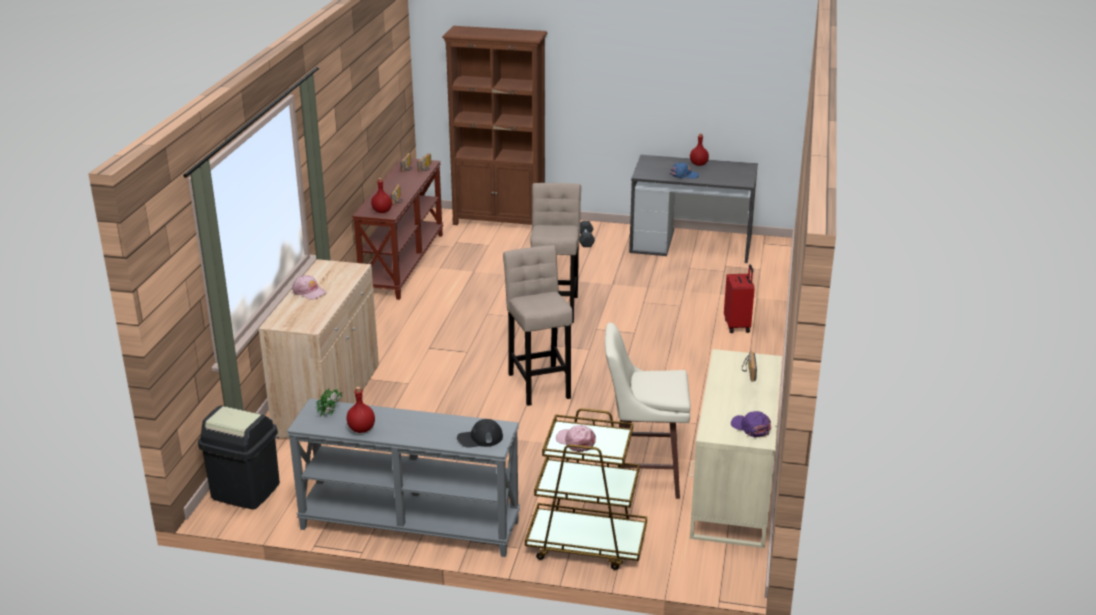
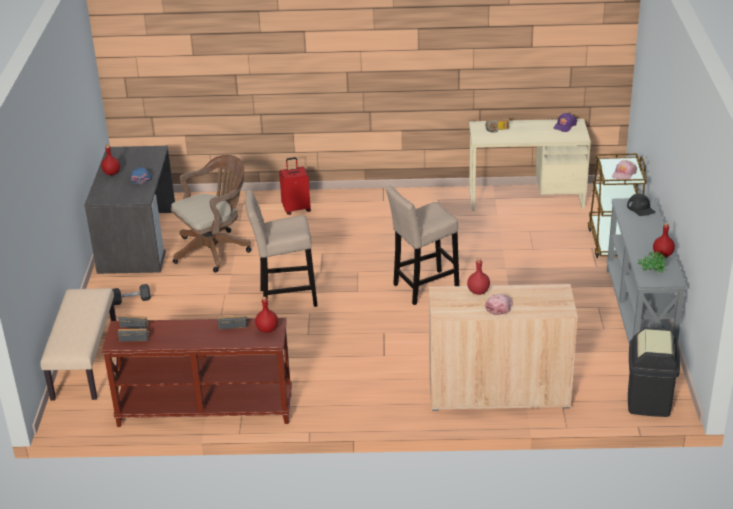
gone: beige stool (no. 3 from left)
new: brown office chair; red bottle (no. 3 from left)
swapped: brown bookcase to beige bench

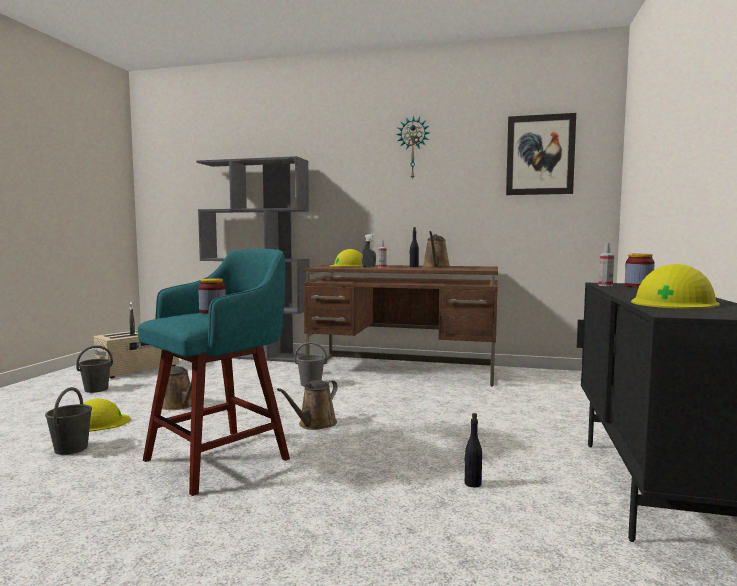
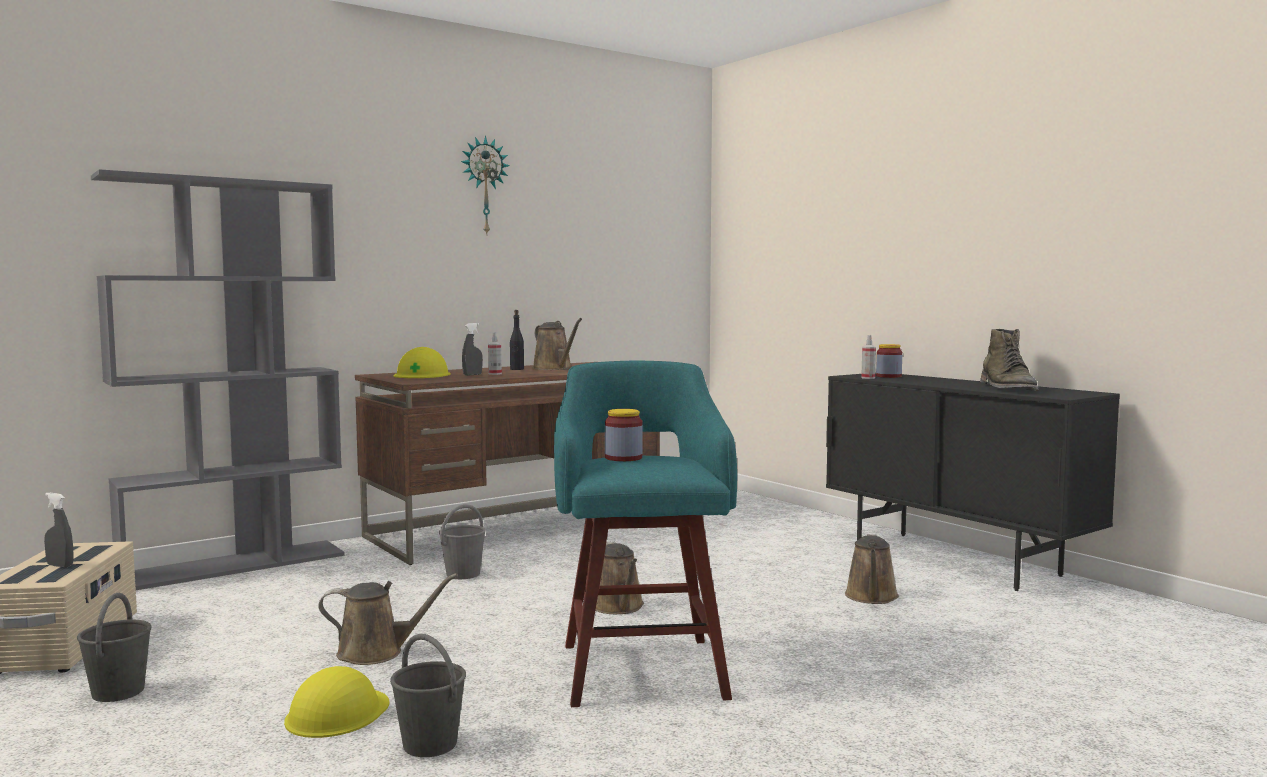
gone: picture
swapped: black bottle (no. 2 from left) to brown watering can (no. 4 from left); yellow hard hat (no. 3 from left) to green boot

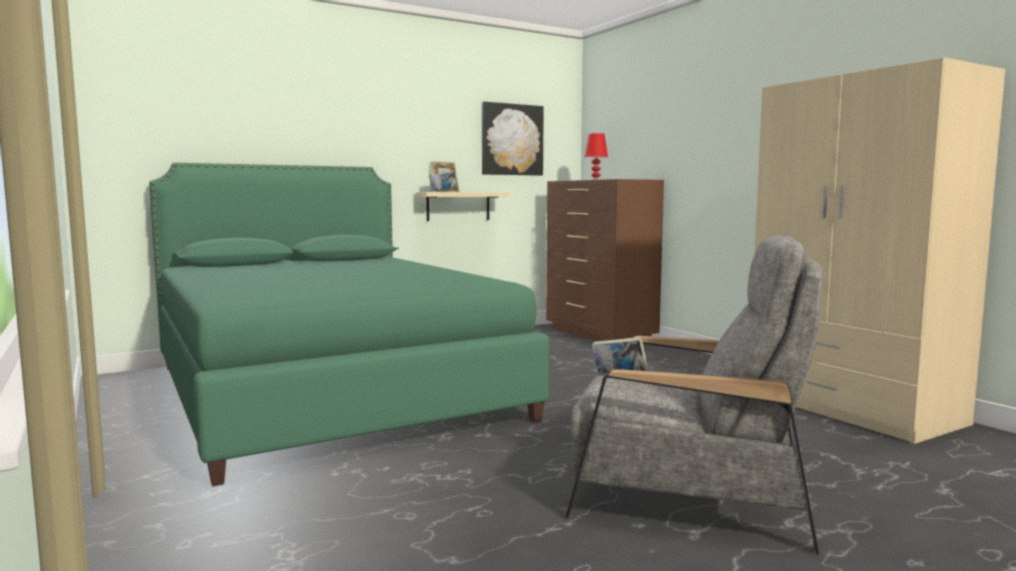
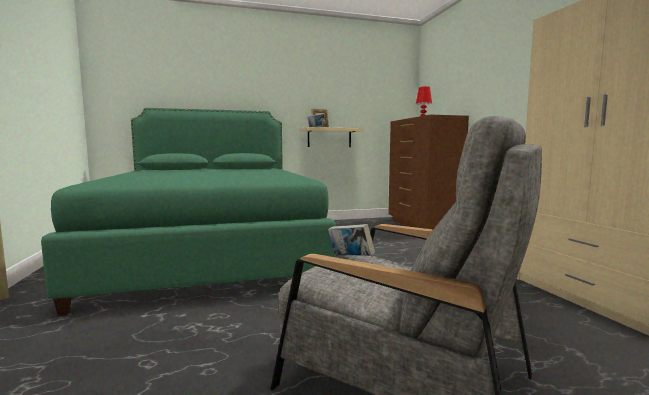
gone: picture

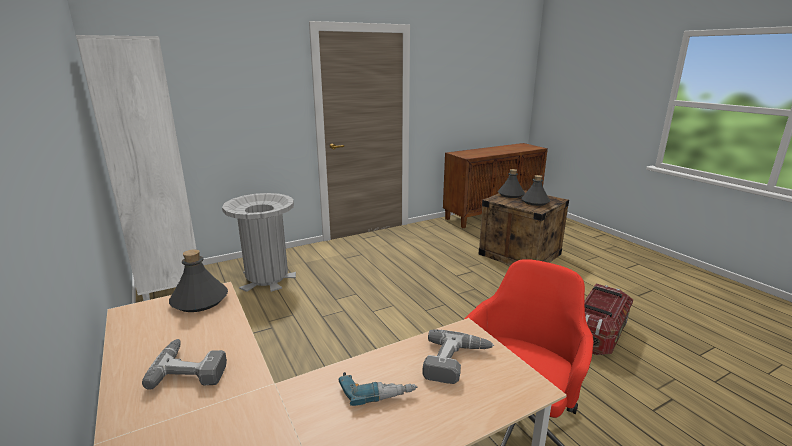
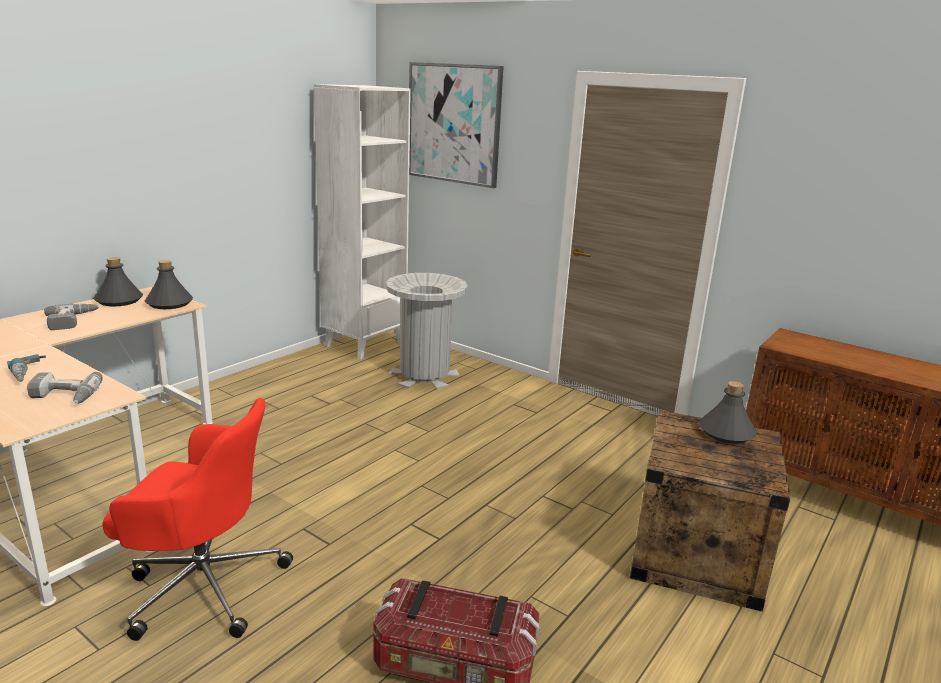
new: picture
shifted: grey bottle (no. 3 from left in the first image) to grey bottle (no. 1 from left)

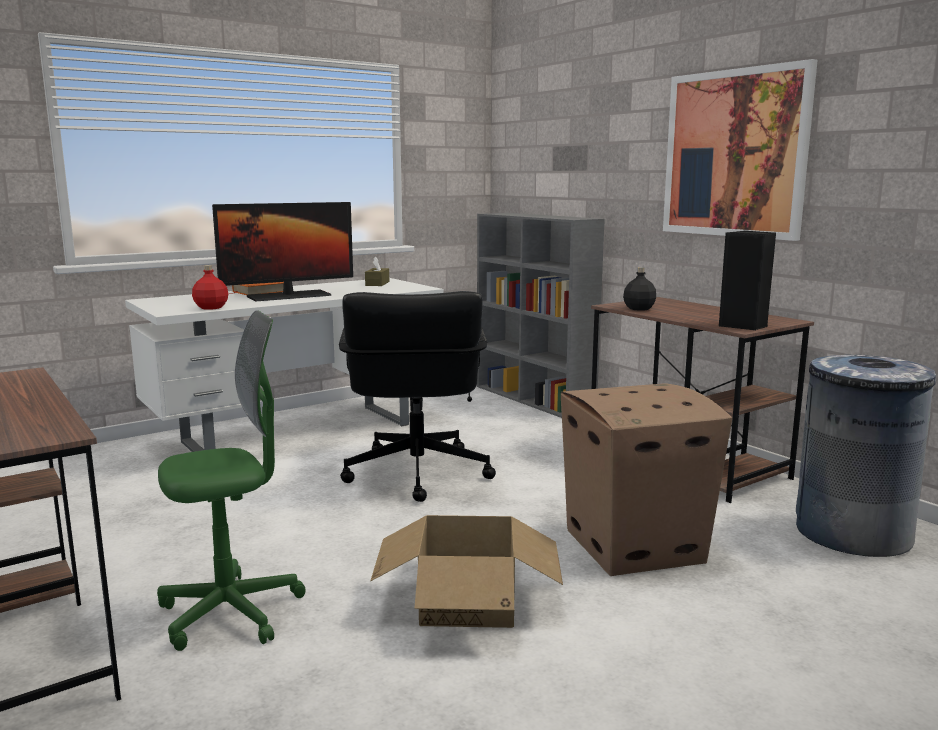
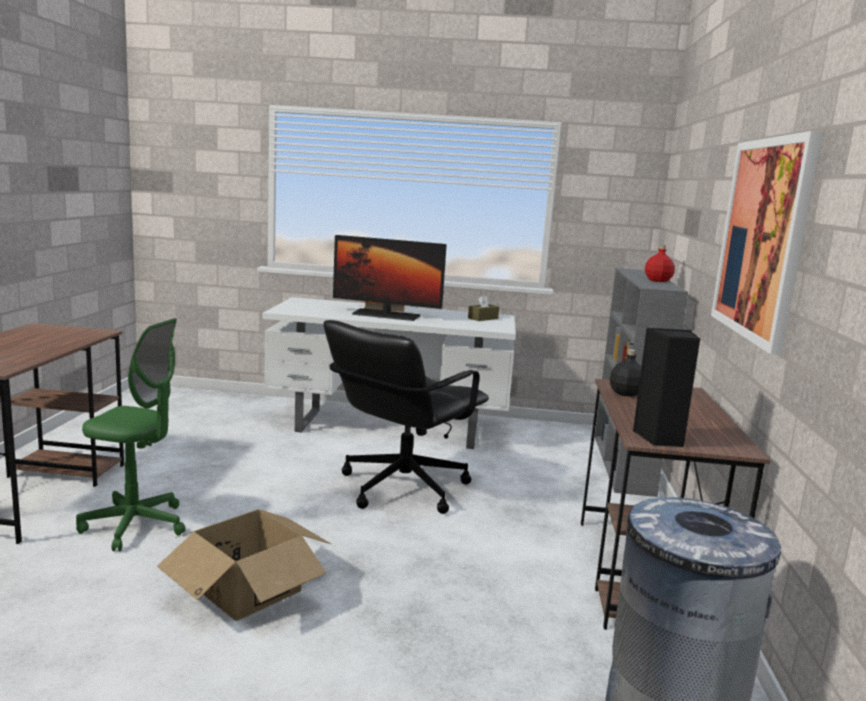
gone: cardboard box (no. 2 from left)
shifted: red bottle

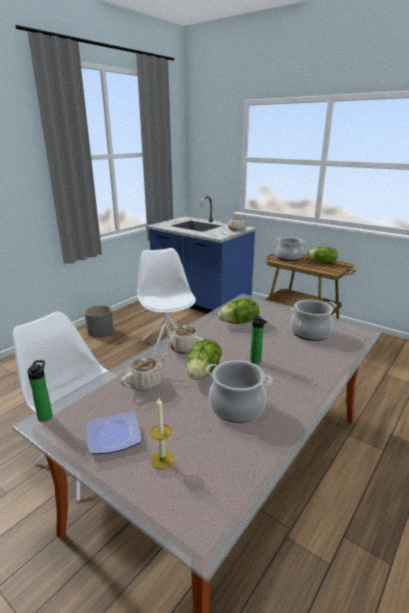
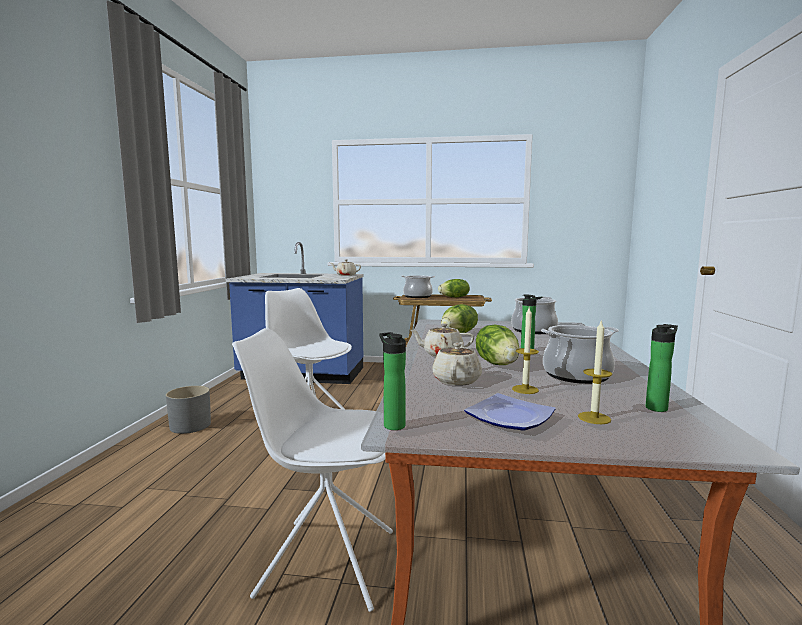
new: candle (no. 1 from left); bottle (no. 3 from left)

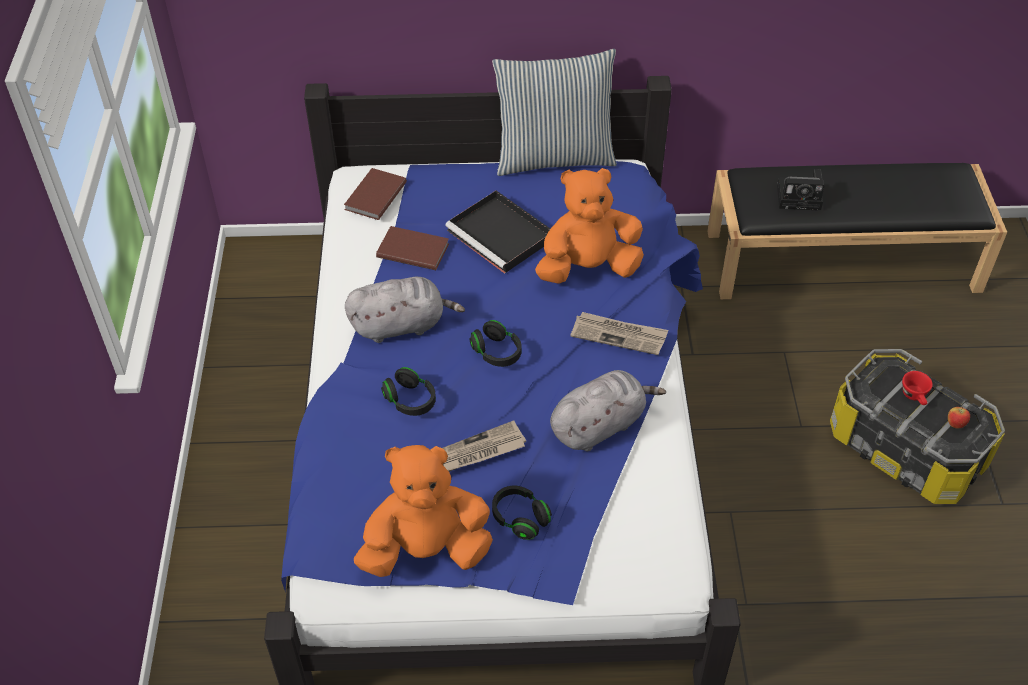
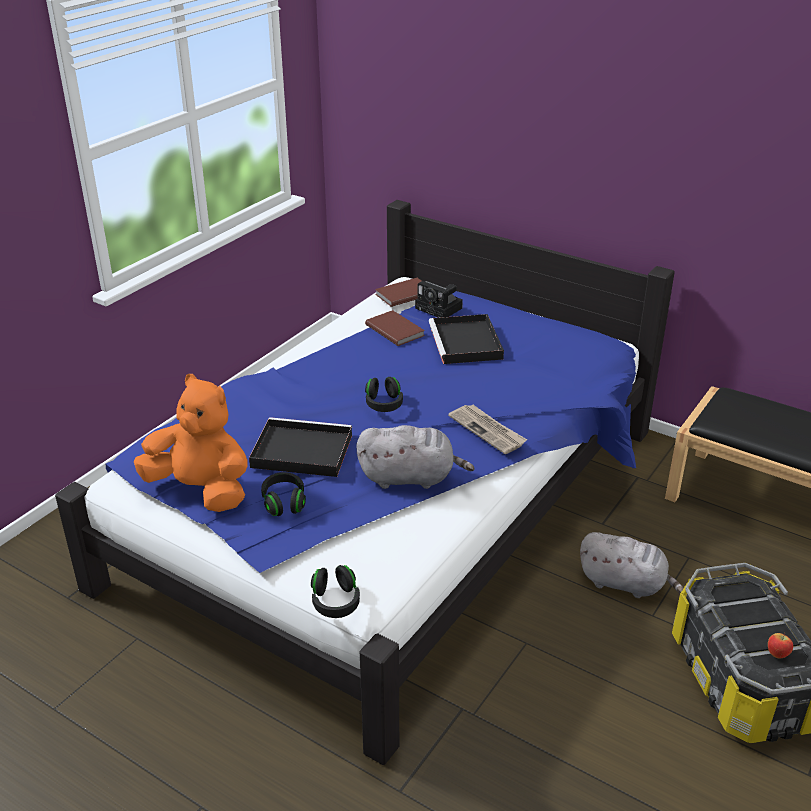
gone: pillow; orange plush toy (no. 2 from left); red cup
shifted: grey plush toy (no. 1 from left in the first image) to grey plush toy (no. 2 from left); black headphones (no. 1 from left in the first image) to black headphones (no. 2 from left); photo camera
swapped: newspaper (no. 1 from left) to black tray (no. 1 from left)

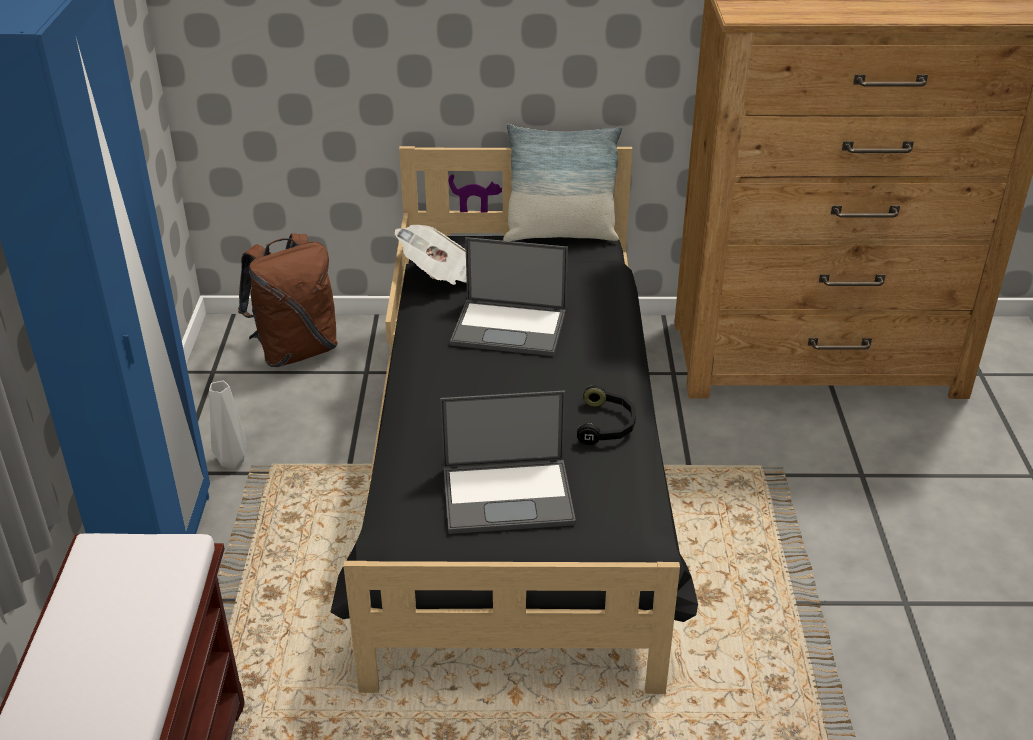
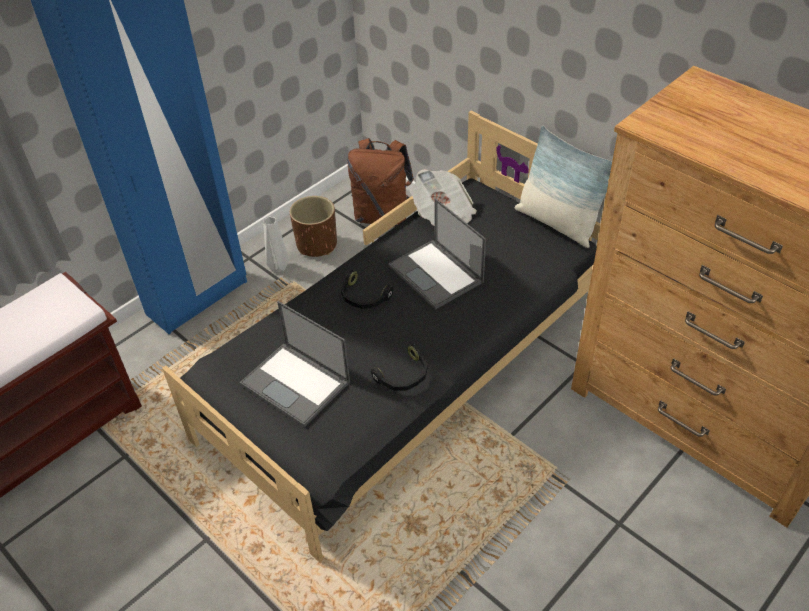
new: brown planter; black headphones (no. 1 from left)

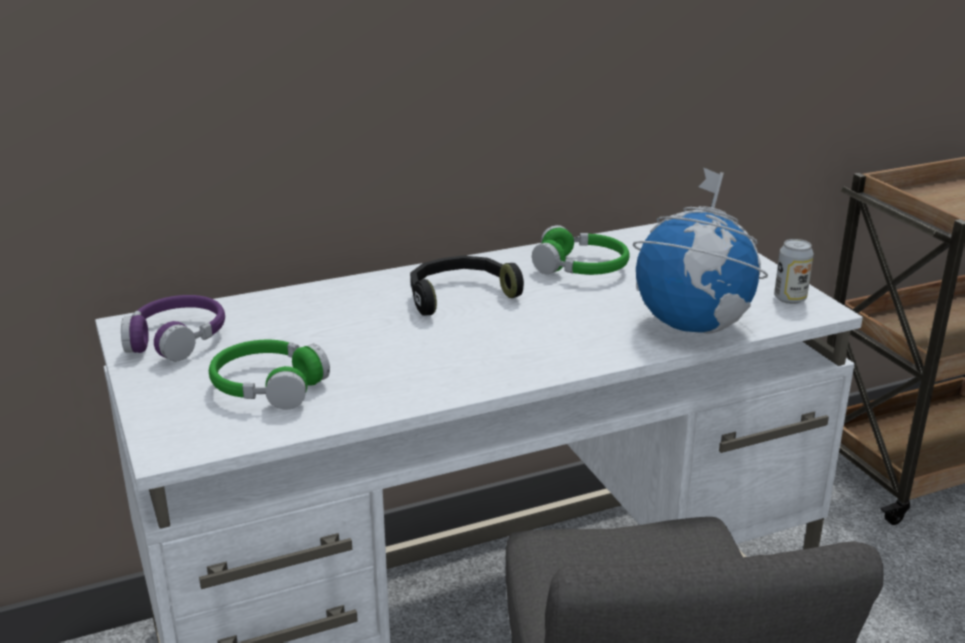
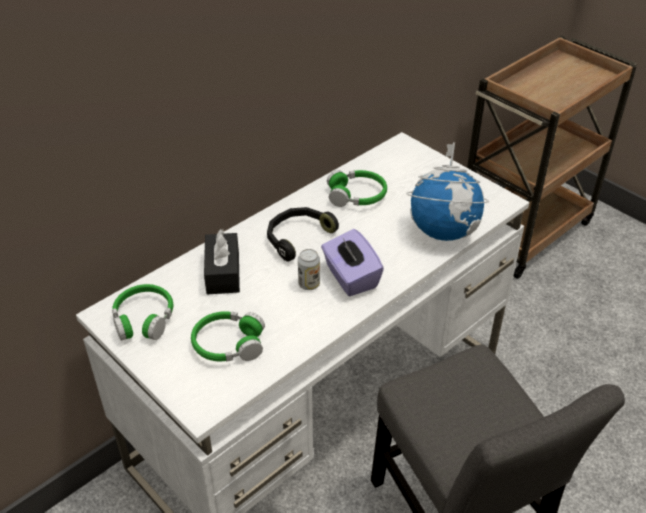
new: black tissue box; purple tissue box
shifted: can
repainted: purple headphones to green headphones (no. 1 from left)

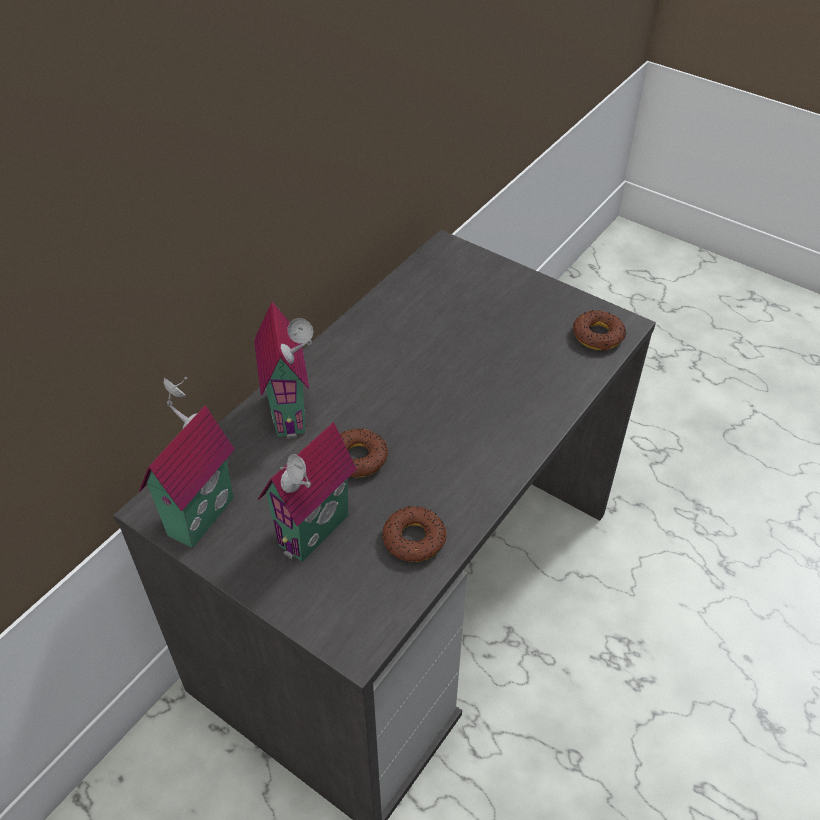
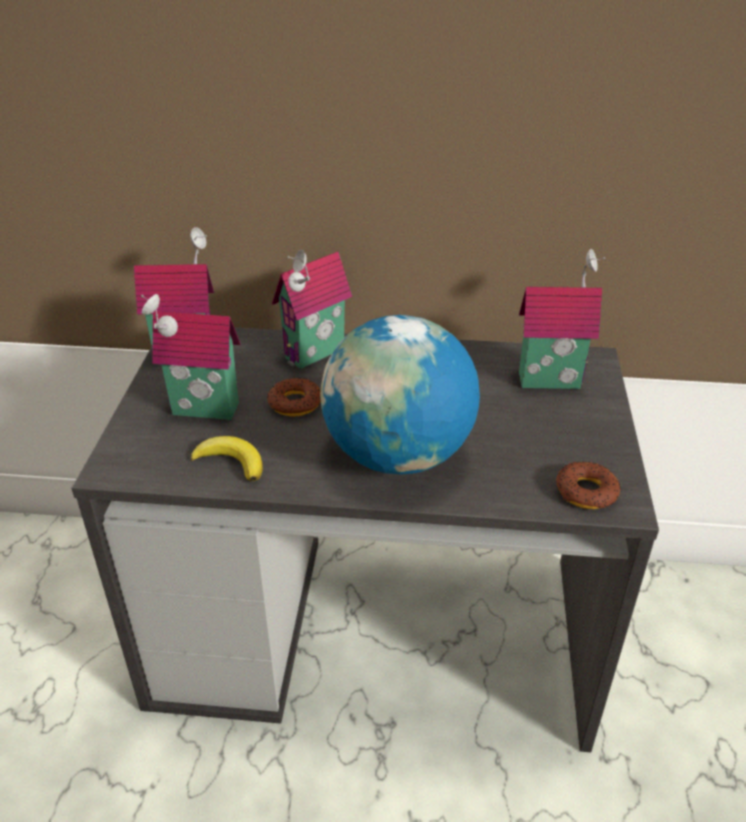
new: globe; toy house (no. 4 from left)
swapped: donut (no. 2 from left) to banana

